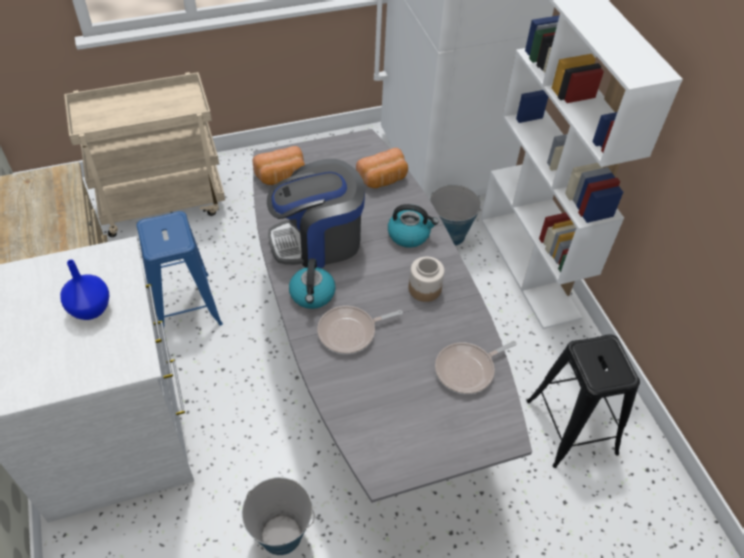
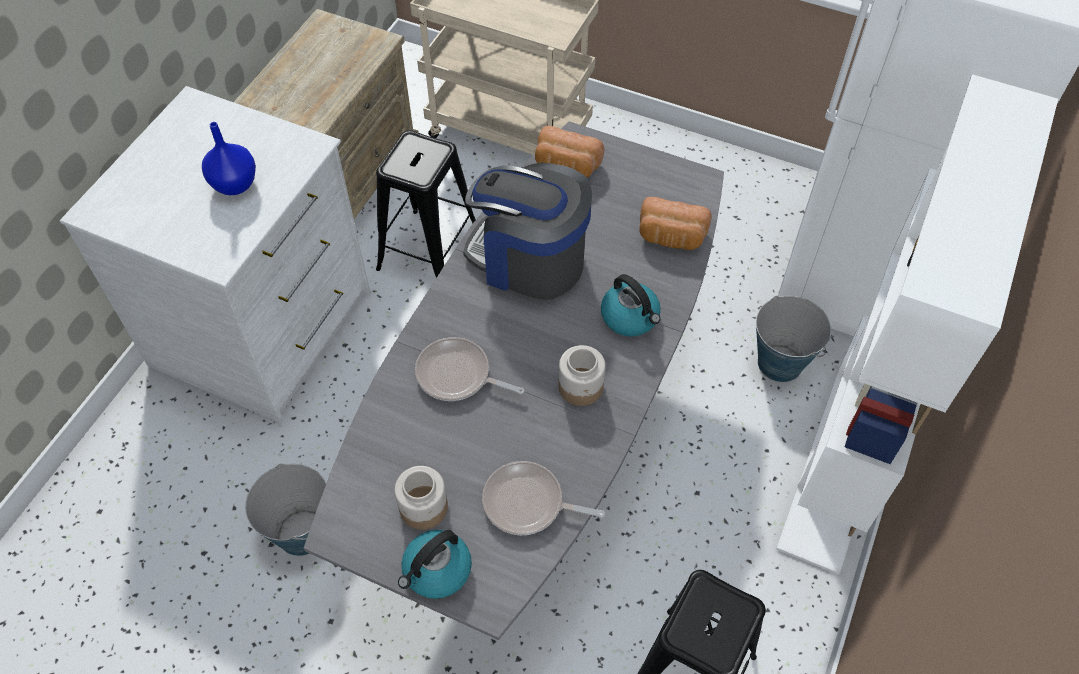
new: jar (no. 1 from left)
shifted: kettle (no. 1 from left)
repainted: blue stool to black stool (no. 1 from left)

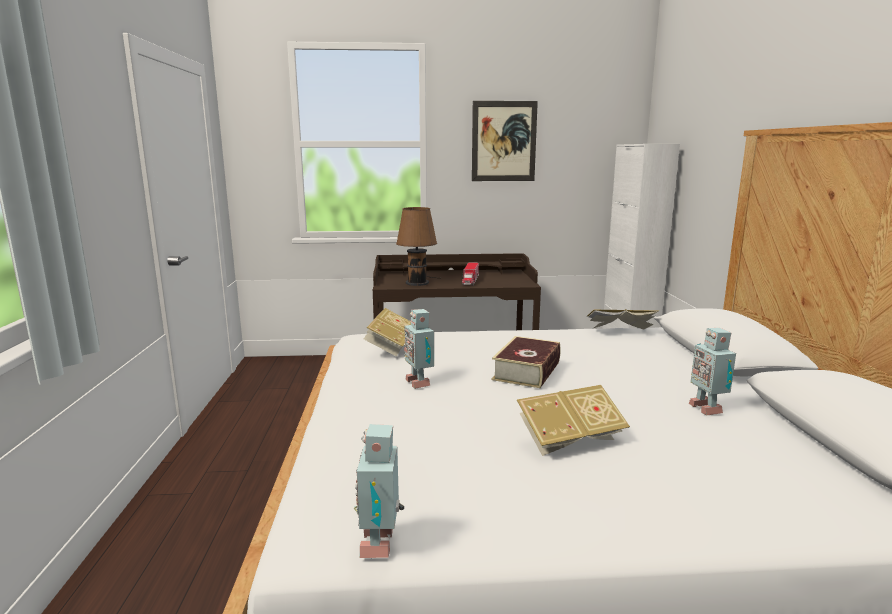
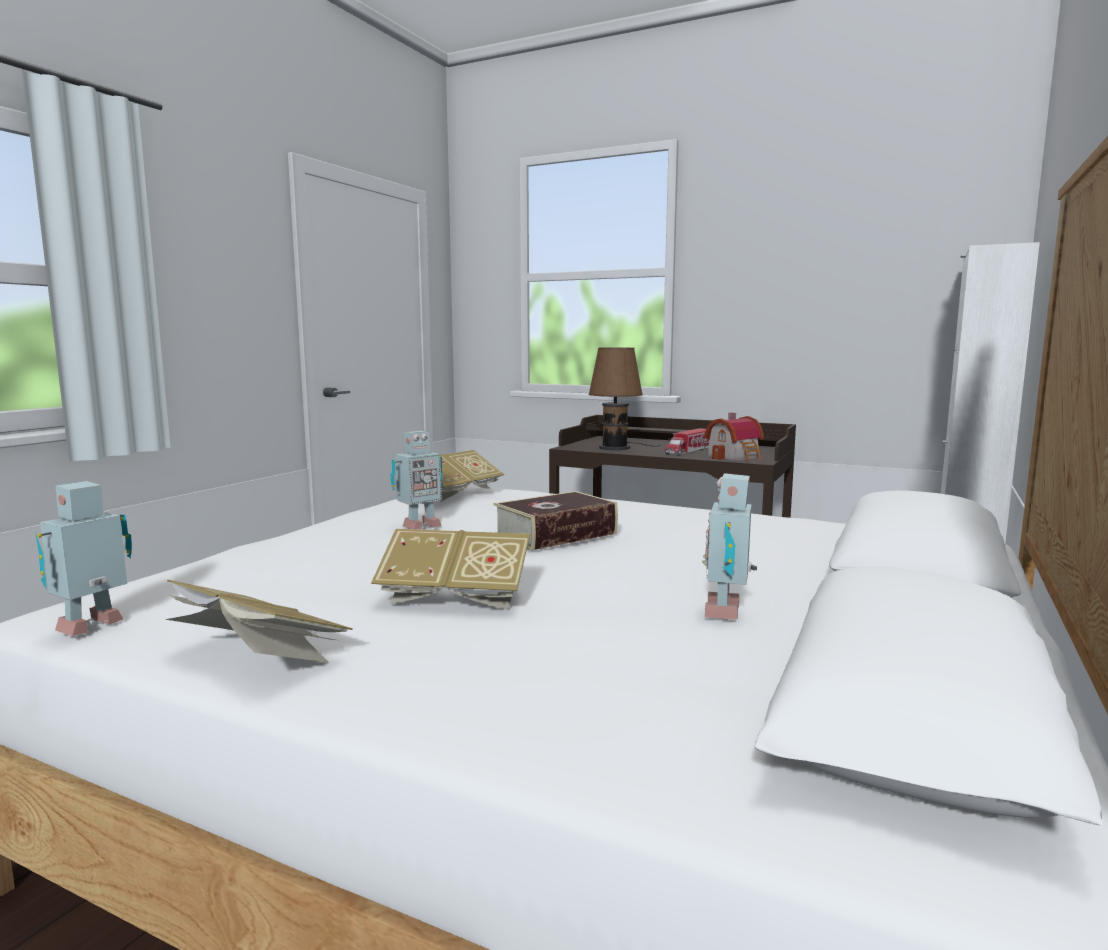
gone: picture
new: toy house
shifted: book (no. 4 from left in the first image) to book (no. 1 from left)
rotated: toy robot (no. 2 from left) 135 degrees counterclockwise

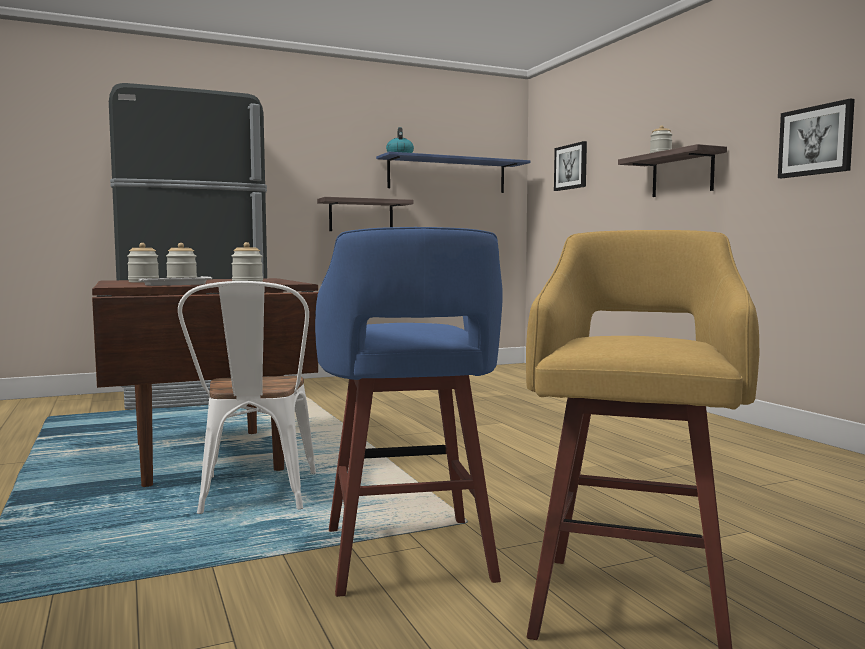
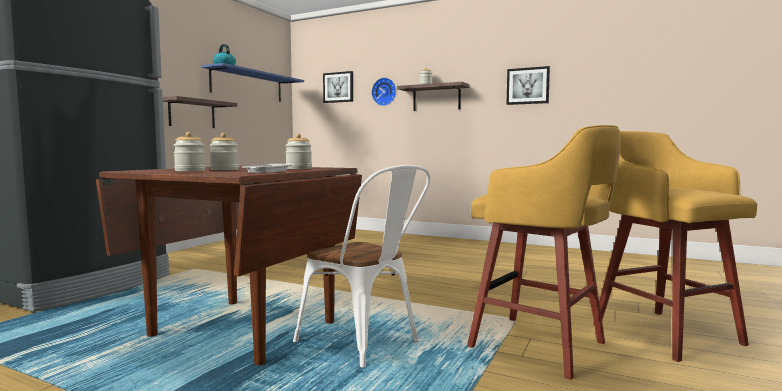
new: wall clock
repainted: blue stool to yellow stool (no. 1 from left)

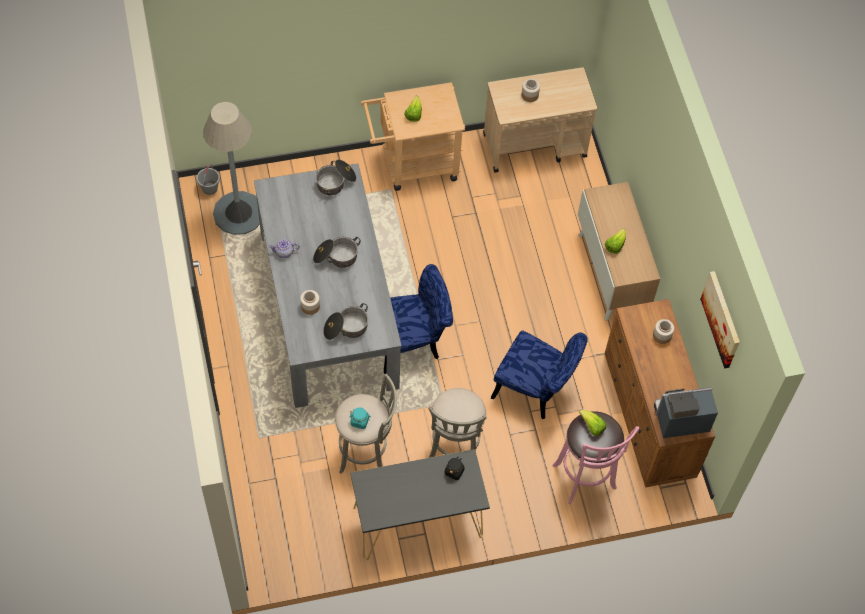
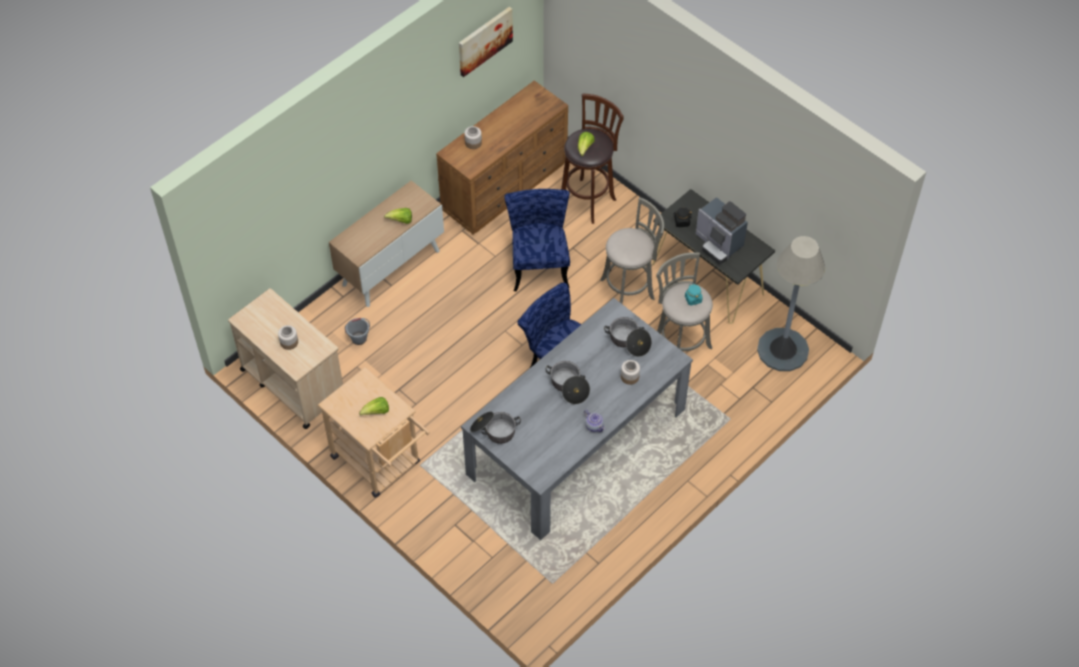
shifted: grey bucket; grey floor lamp; coffee machine
repainted: pink stool to brown stool

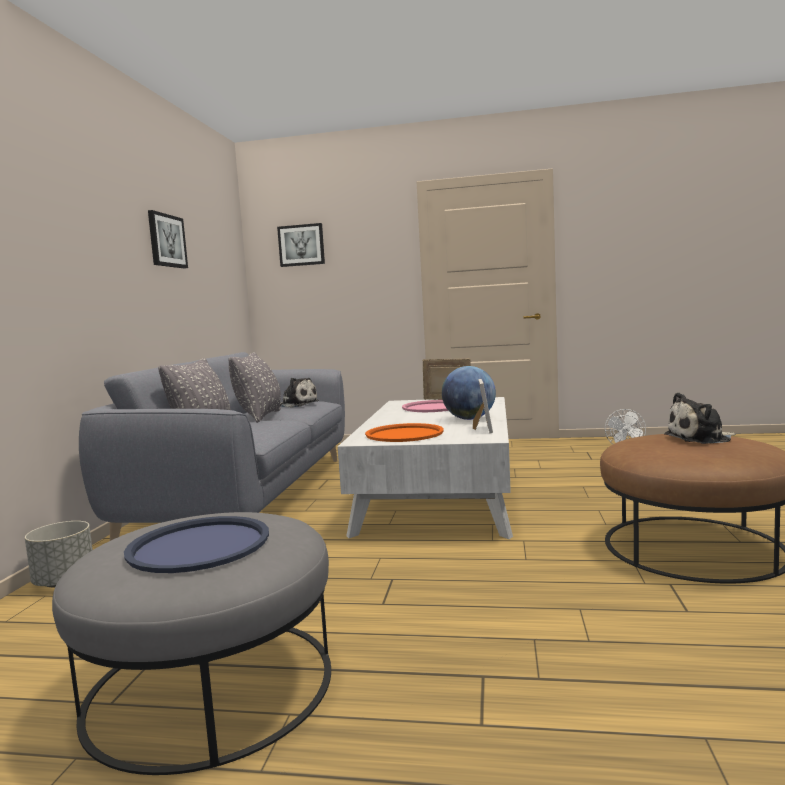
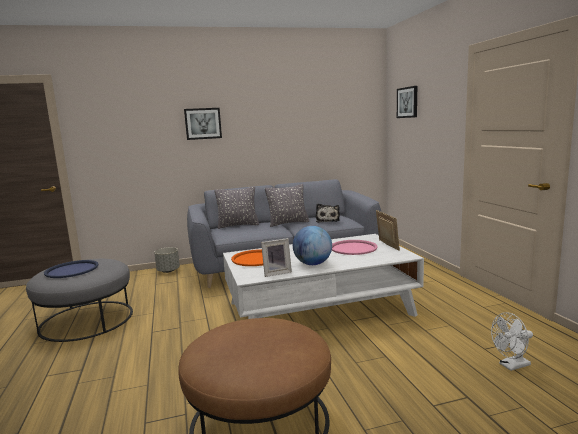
gone: plush toy (no. 2 from left)
shifted: picture (no. 1 from left)

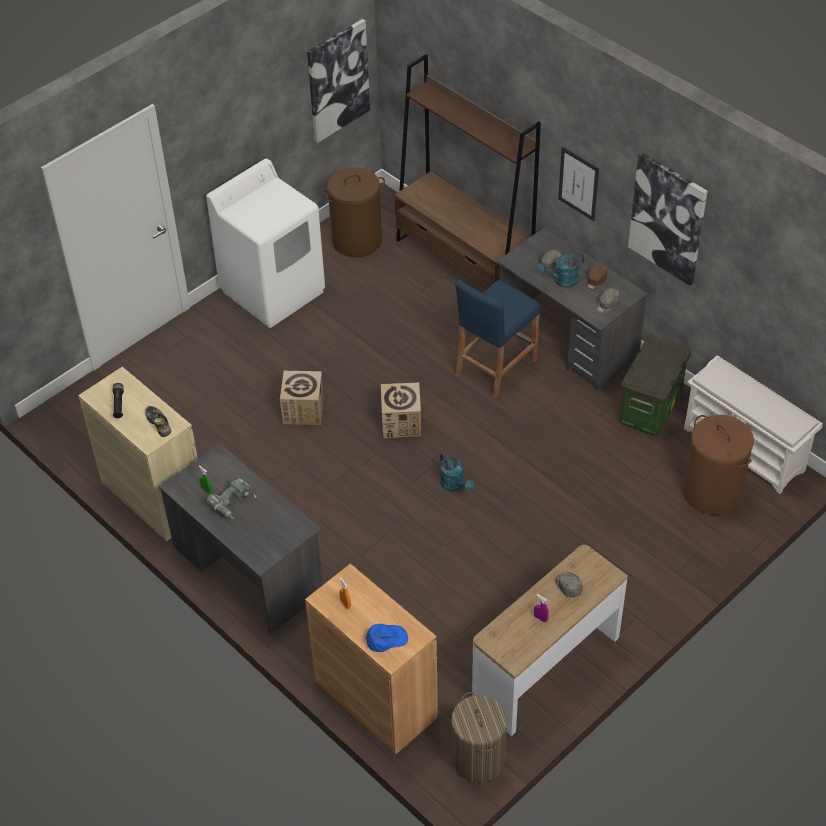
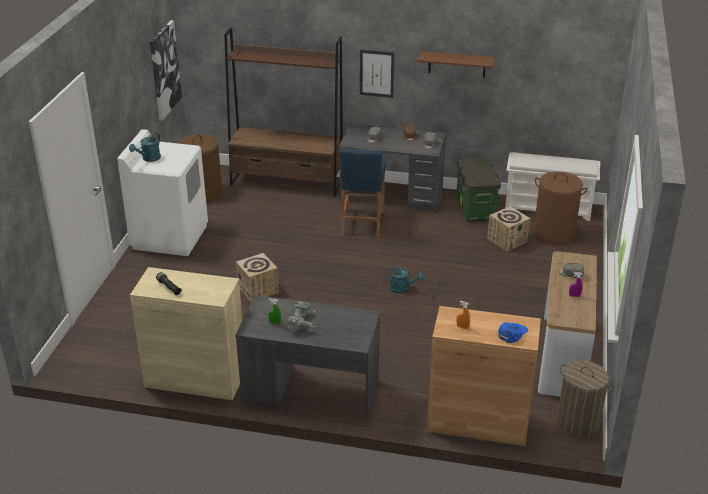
gone: shoe
shifted: cardboard box (no. 2 from left); turquoise watering can (no. 2 from left in the first image) to turquoise watering can (no. 1 from left)
swapped: picture (no. 3 from left) to brown shelf

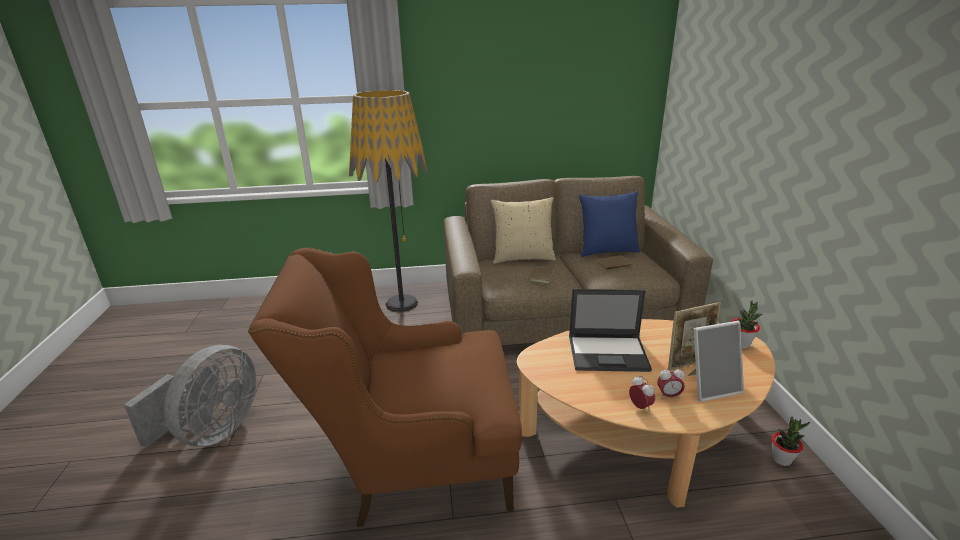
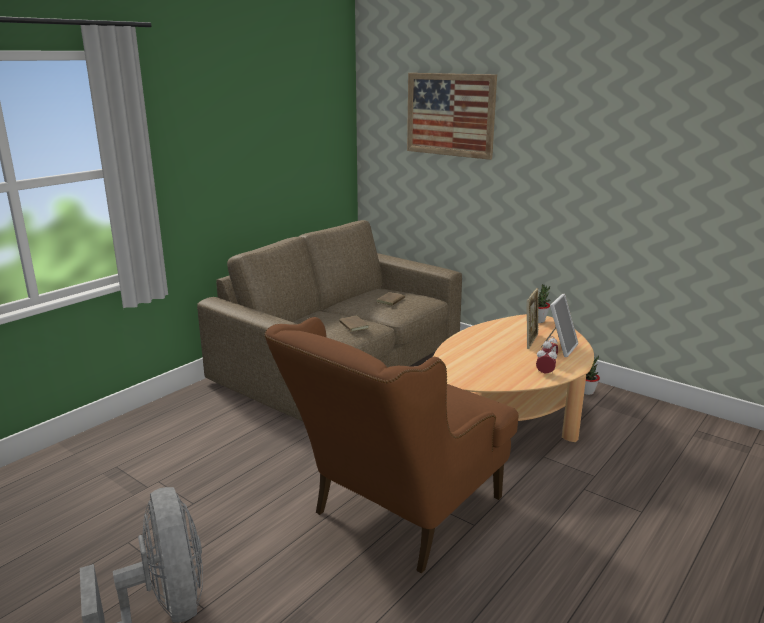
gone: floor lamp; beige pillow; laptop; blue pillow
new: picture

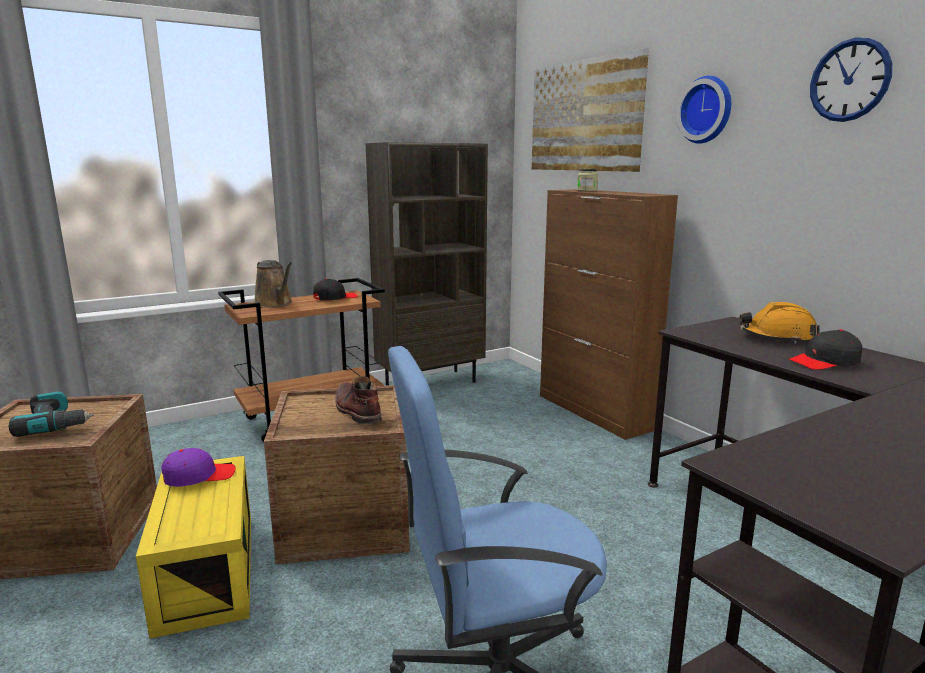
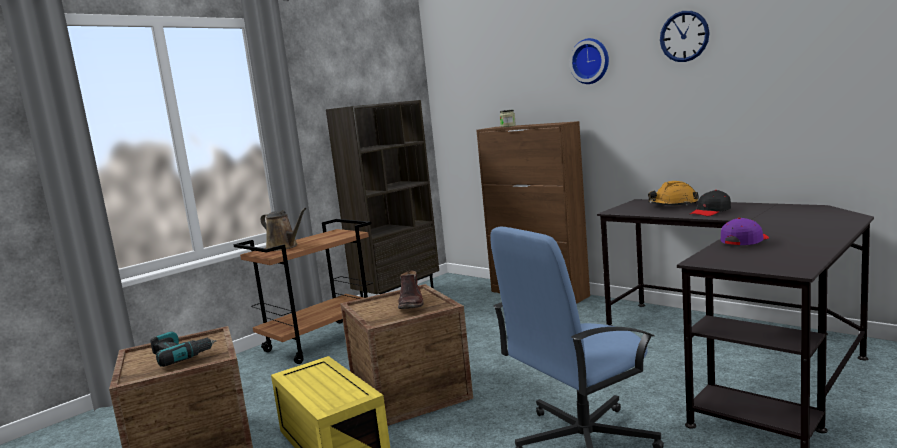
gone: black cap (no. 1 from left); picture
shifted: purple cap
rotated: brown boot 135 degrees counterclockwise

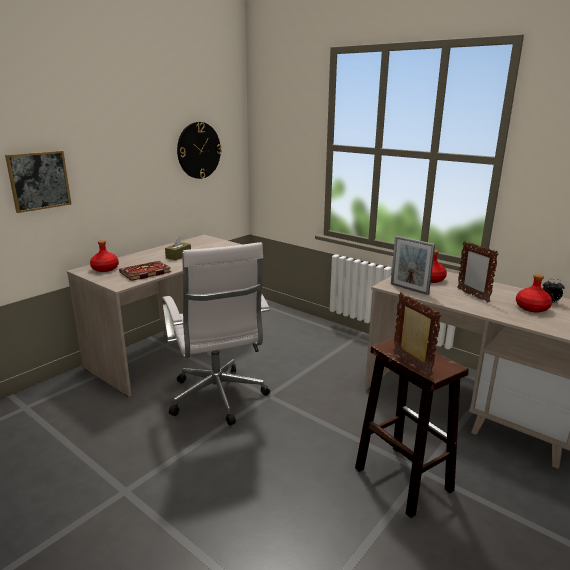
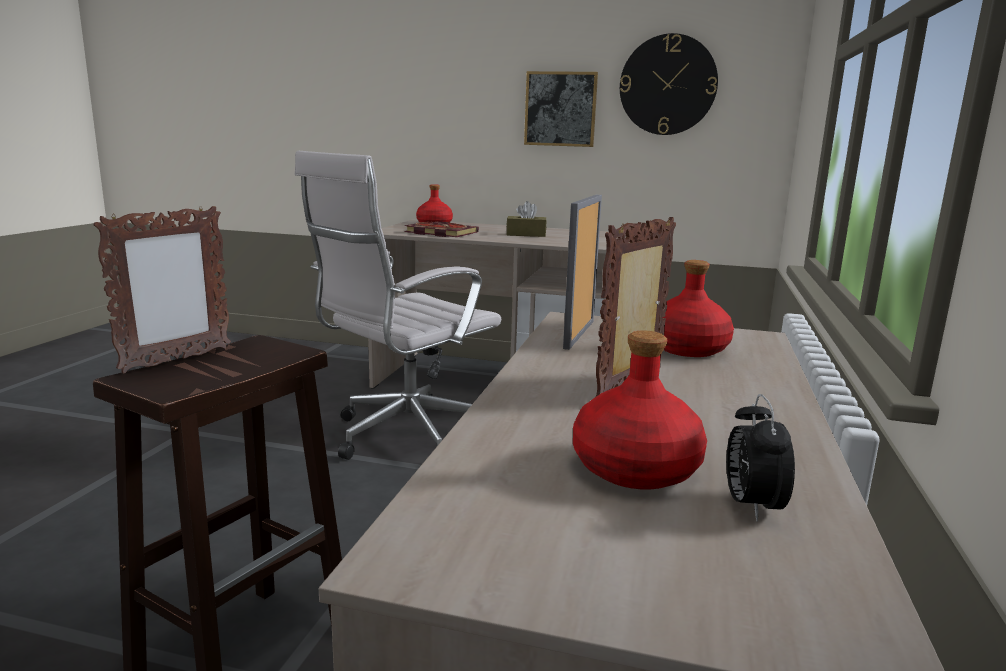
shifted: picture

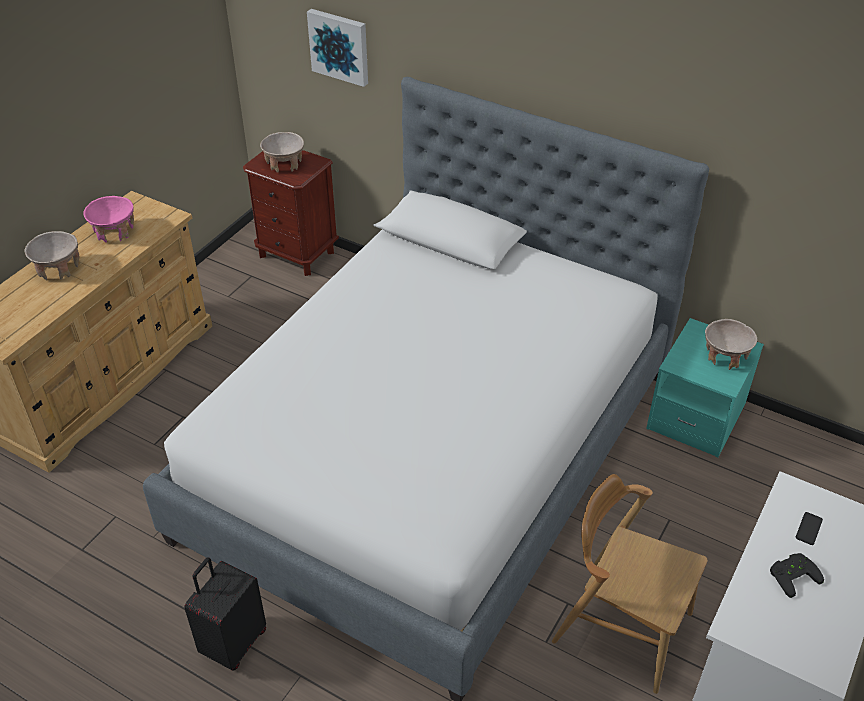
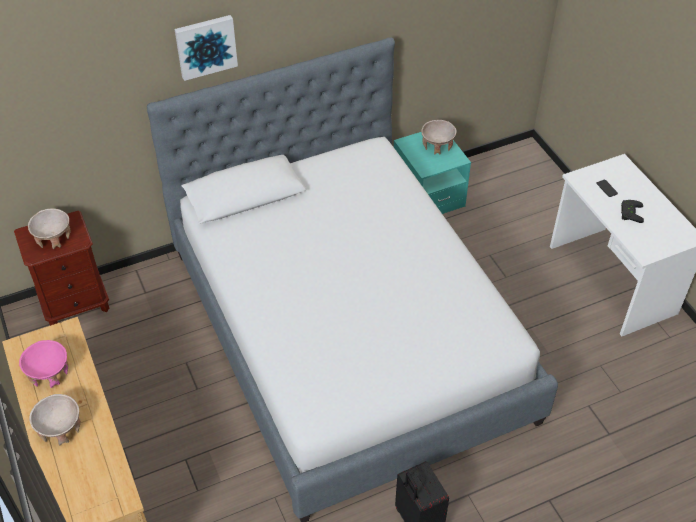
gone: brown chair
shifted: picture

